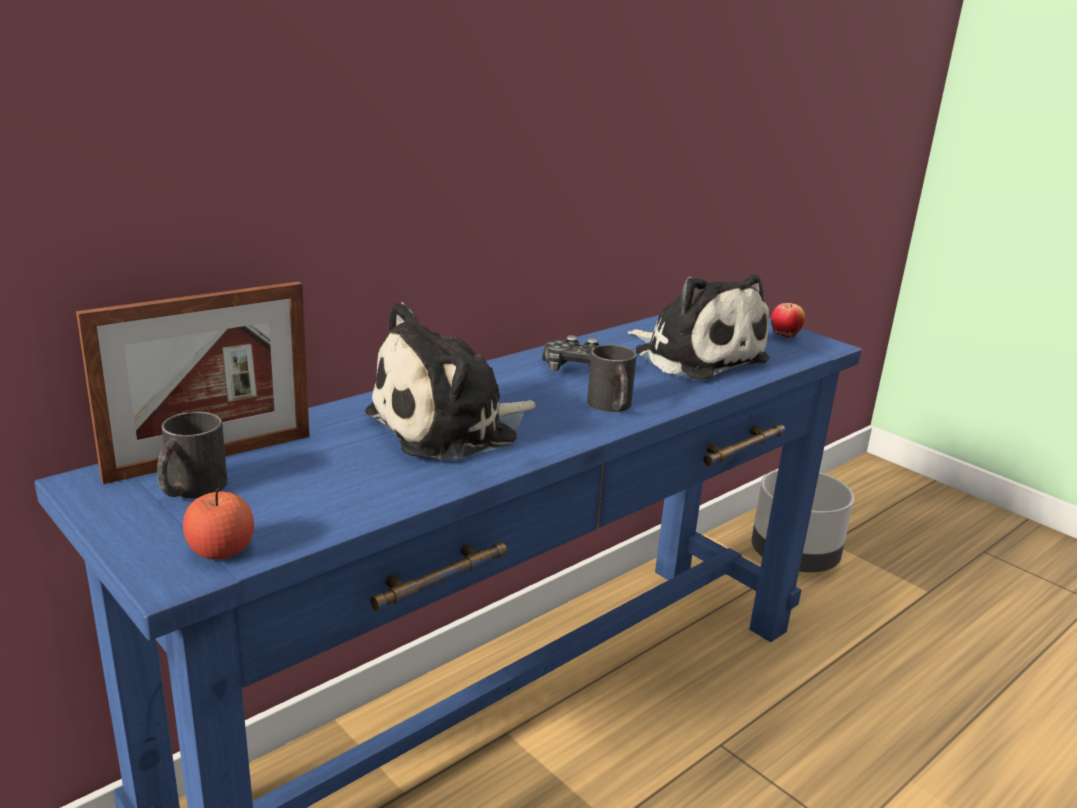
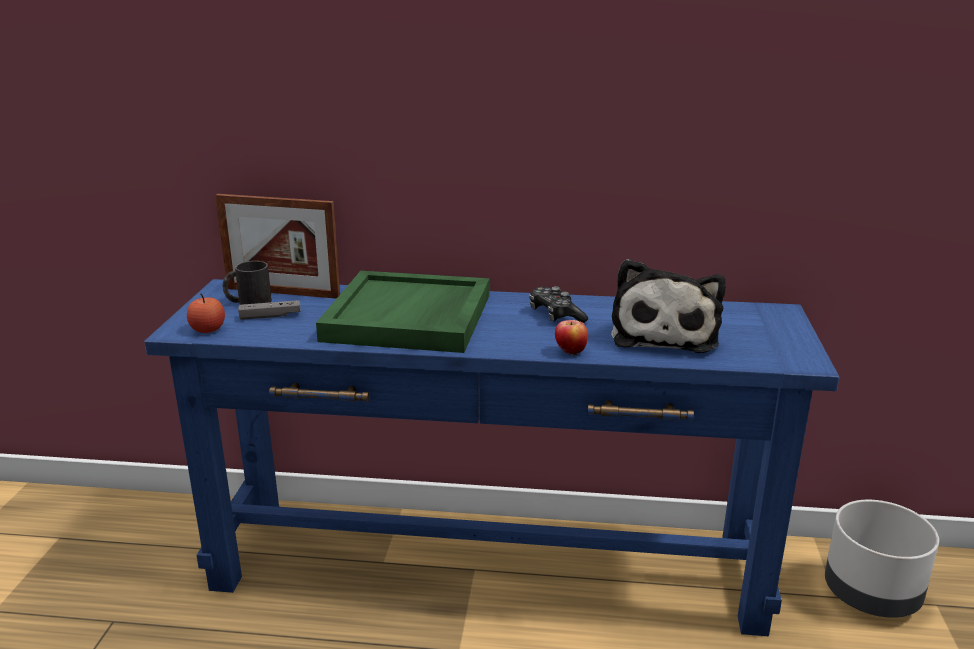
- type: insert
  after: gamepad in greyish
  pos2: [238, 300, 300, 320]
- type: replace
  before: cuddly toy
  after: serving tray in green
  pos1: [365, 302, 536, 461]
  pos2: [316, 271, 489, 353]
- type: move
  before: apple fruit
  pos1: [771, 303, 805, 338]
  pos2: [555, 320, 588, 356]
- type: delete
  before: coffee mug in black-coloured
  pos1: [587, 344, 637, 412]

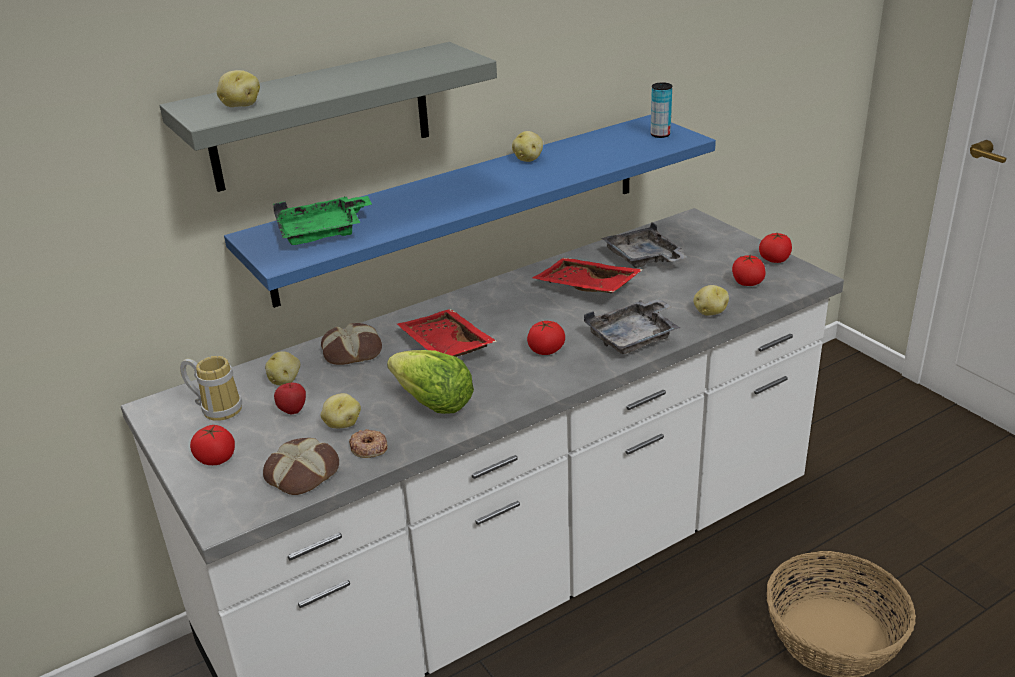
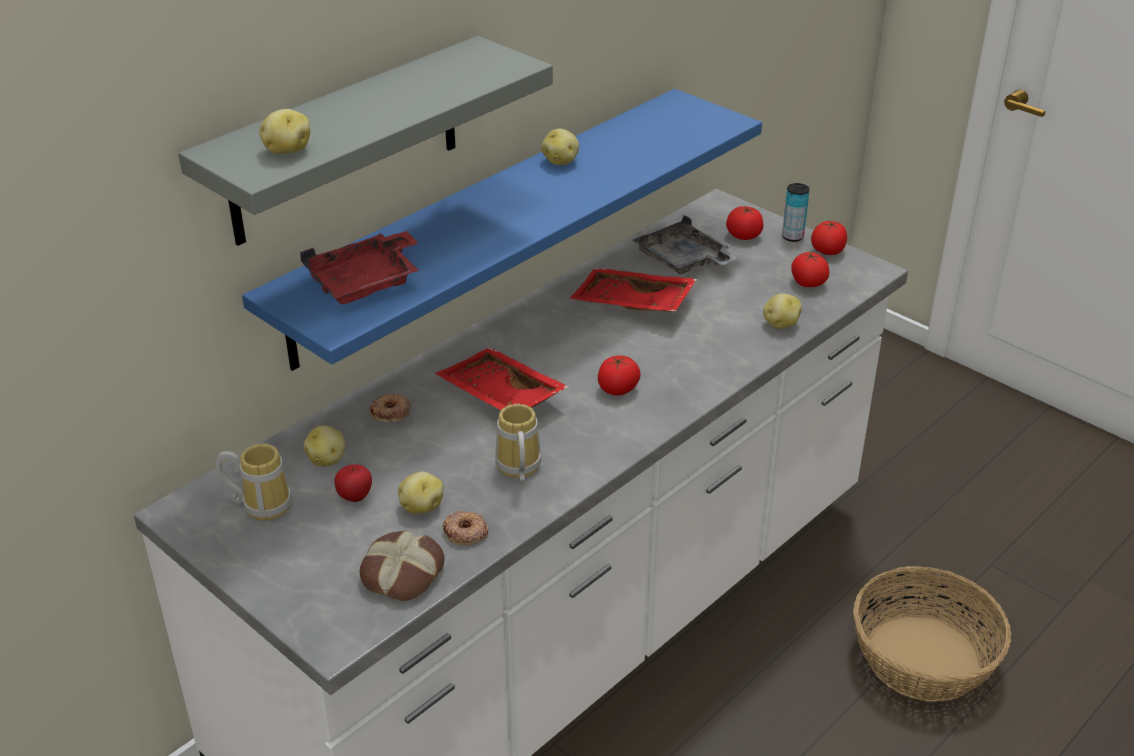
- type: recolor
  before: serving tray in green
  after: serving tray in red-coloured
  pos1: [273, 196, 372, 245]
  pos2: [300, 231, 419, 304]
- type: replace
  before: bread
  after: ring doughnut
  pos1: [321, 323, 382, 365]
  pos2: [370, 394, 411, 423]
- type: replace
  before: lettuce
  after: coffee mug
  pos1: [387, 350, 474, 414]
  pos2: [495, 404, 541, 482]
- type: move
  before: whole tomato
  pos1: [190, 425, 235, 465]
  pos2: [726, 206, 763, 240]
- type: move
  before: can
  pos1: [650, 82, 672, 138]
  pos2: [782, 183, 810, 242]
- type: delete
  before: serving tray in greyish
  pos1: [584, 298, 680, 354]

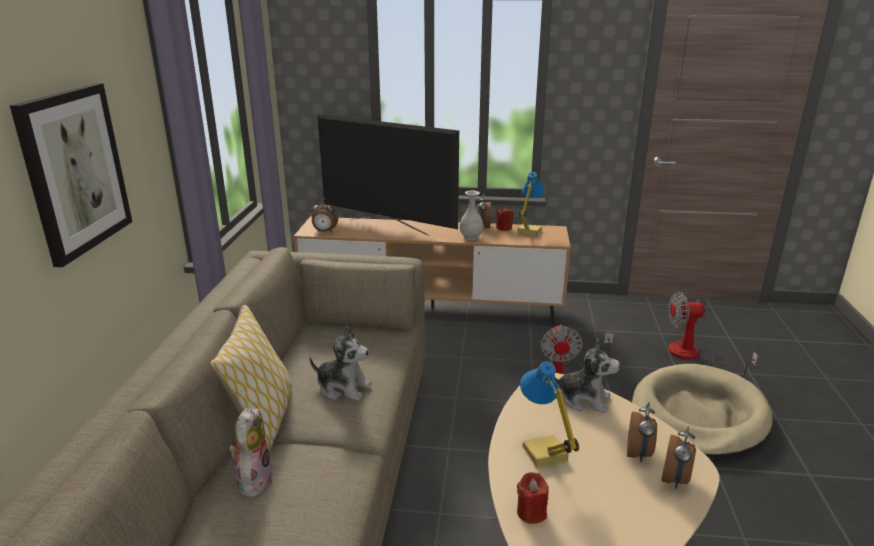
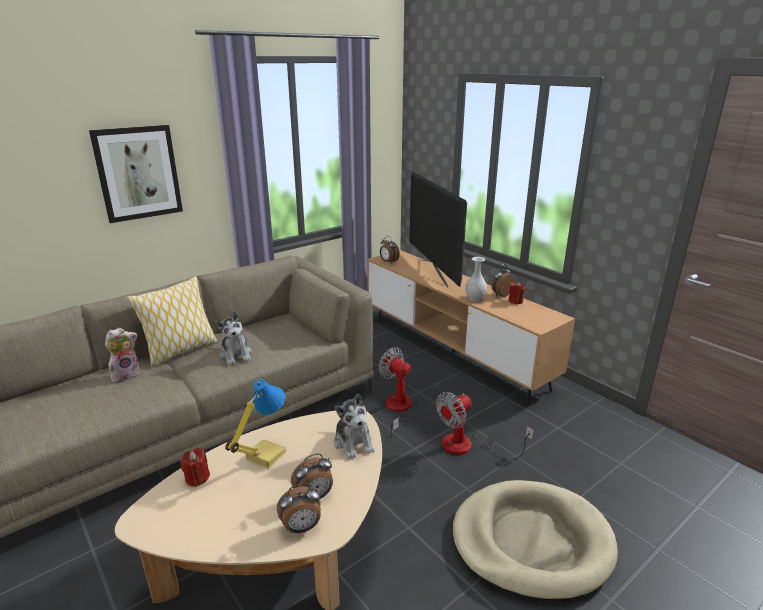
- type: move
  before: fan
  pos1: [668, 292, 758, 378]
  pos2: [379, 347, 414, 438]
- type: delete
  before: table lamp
  pos1: [517, 172, 545, 237]

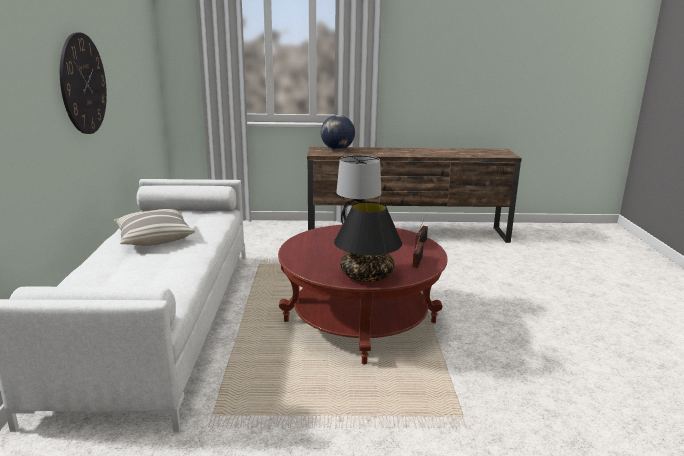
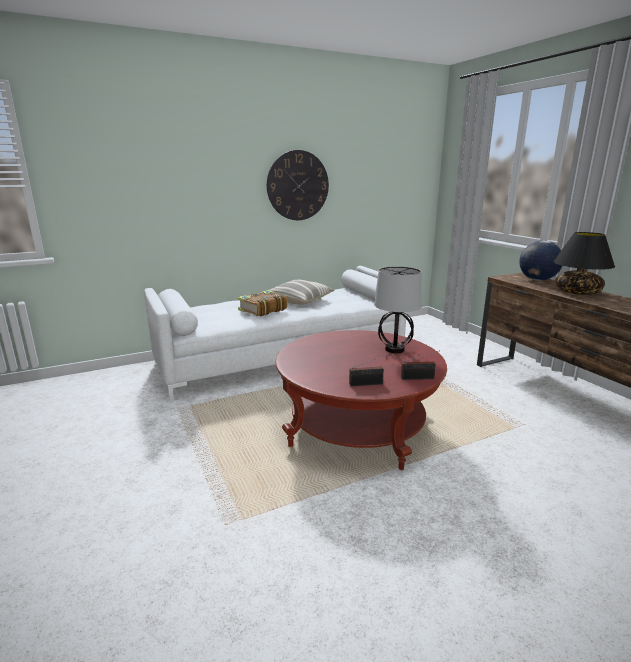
- type: insert
  after: volume
  pos2: [237, 290, 287, 317]
- type: move
  before: table lamp in black-coloured
  pos1: [334, 202, 402, 282]
  pos2: [553, 232, 615, 295]

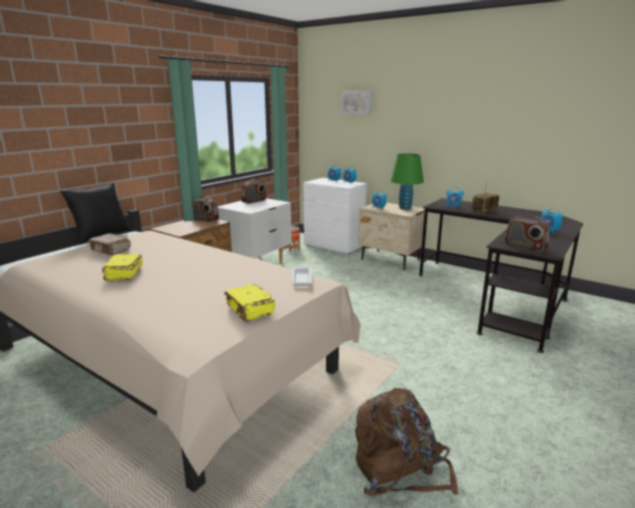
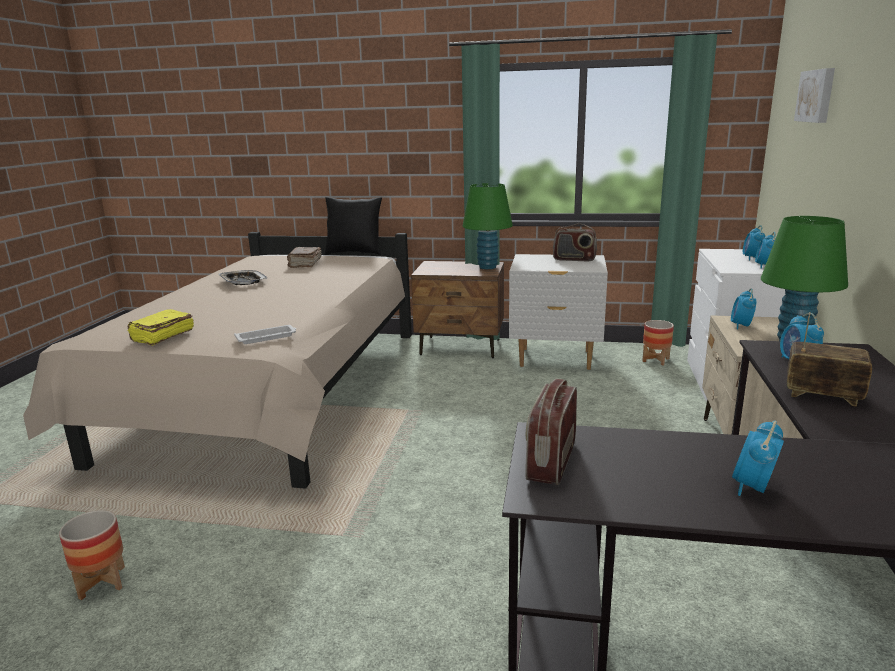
- type: replace
  before: backpack in brown-coloured
  after: plant pot
  pos1: [355, 388, 459, 496]
  pos2: [59, 510, 125, 600]
- type: replace
  before: volume in yellow-coloured
  after: serving tray
  pos1: [102, 254, 143, 281]
  pos2: [219, 270, 267, 285]
- type: replace
  before: radio receiver
  after: table lamp in green
  pos1: [192, 196, 219, 222]
  pos2: [463, 183, 513, 269]

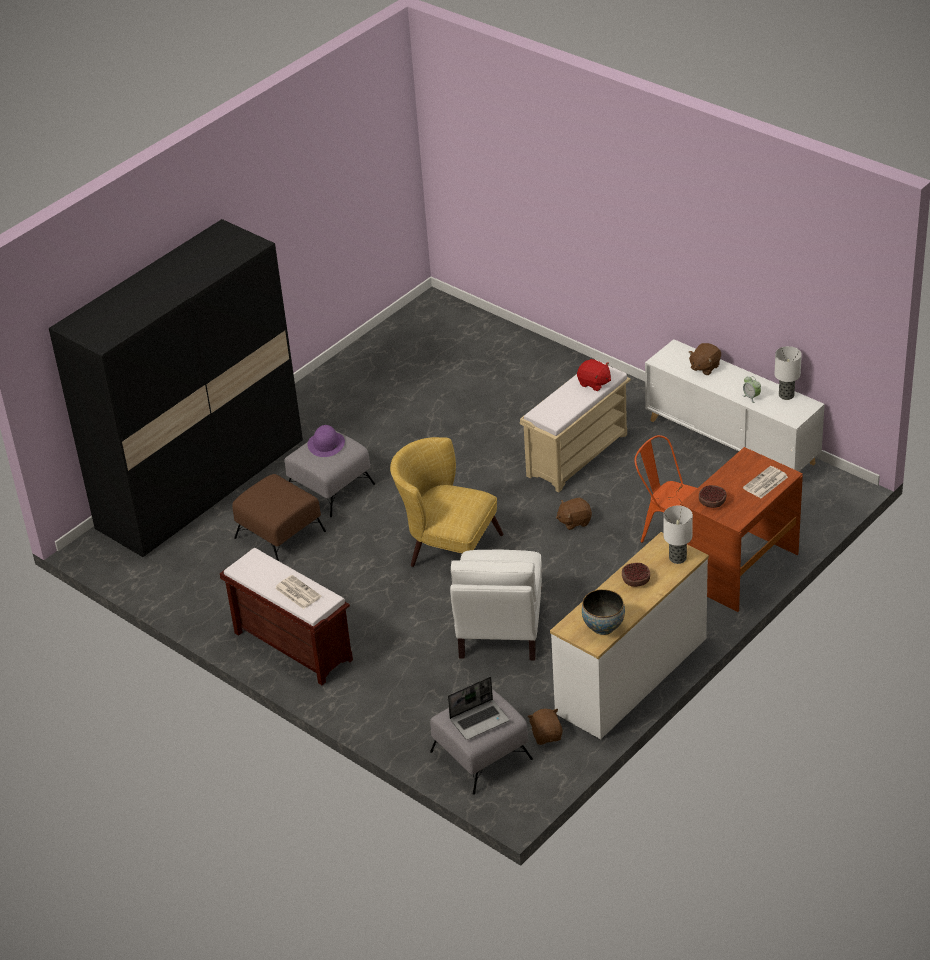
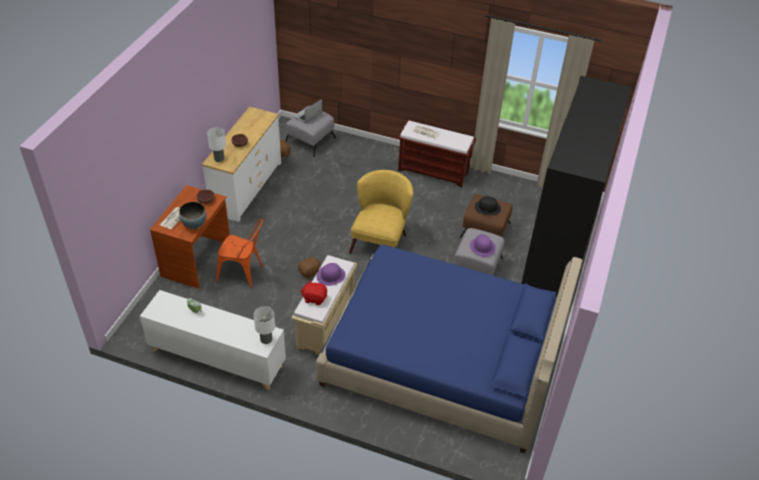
- type: move
  before: deep dish
  pos1: [582, 589, 625, 635]
  pos2: [179, 202, 206, 229]
- type: move
  before: table lamp
  pos1: [775, 346, 802, 400]
  pos2: [254, 306, 275, 344]
- type: insert
  after: sleeping bed in bluish
  pos2: [316, 245, 582, 453]
- type: insert
  after: hat in purple
  pos2: [316, 263, 346, 286]
- type: rotate
  before: armchair in yellow-coloured
  pos1: [390, 437, 504, 567]
  pos2: [349, 170, 413, 254]
  turn: -75
- type: insert
  after: hat in black-coloured
  pos2: [475, 196, 501, 215]
- type: delete
  before: armchair in white-coloured
  pos1: [450, 550, 542, 660]
- type: delete
  before: cuddly toy in brown-coloured
  pos1: [689, 343, 721, 375]

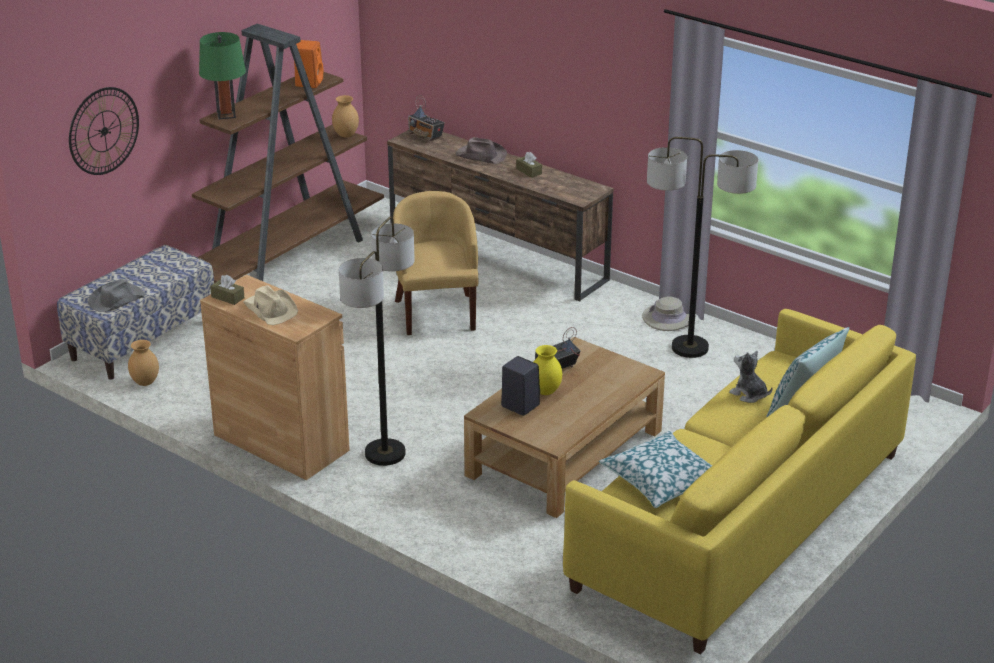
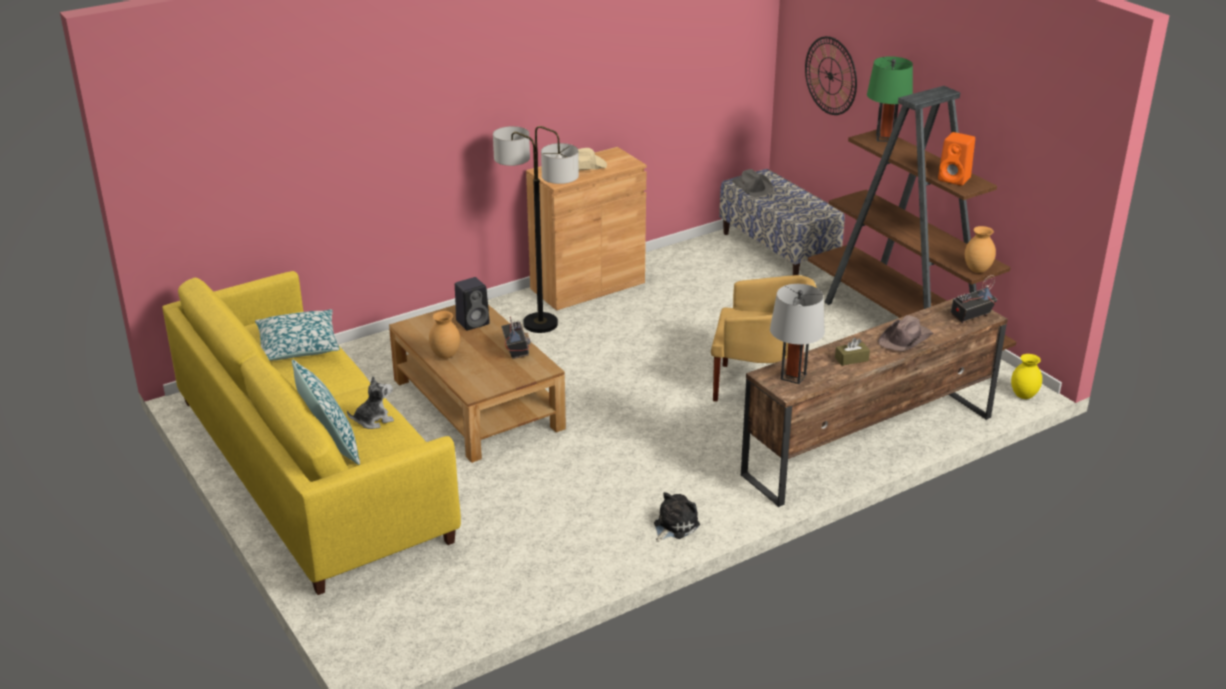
- type: move
  before: flower vase in brown-coloured
  pos1: [128, 340, 159, 386]
  pos2: [429, 311, 460, 359]
- type: replace
  before: hat in beige
  after: cuddly toy
  pos1: [642, 296, 696, 331]
  pos2: [654, 492, 700, 542]
- type: insert
  after: table lamp in greyish
  pos2: [770, 284, 825, 384]
- type: move
  before: flower vase in yellow-coloured
  pos1: [534, 345, 562, 395]
  pos2: [1011, 354, 1042, 399]
- type: delete
  before: box of tissues in brown-coloured
  pos1: [210, 275, 244, 305]
- type: delete
  before: floor lamp
  pos1: [647, 137, 758, 358]

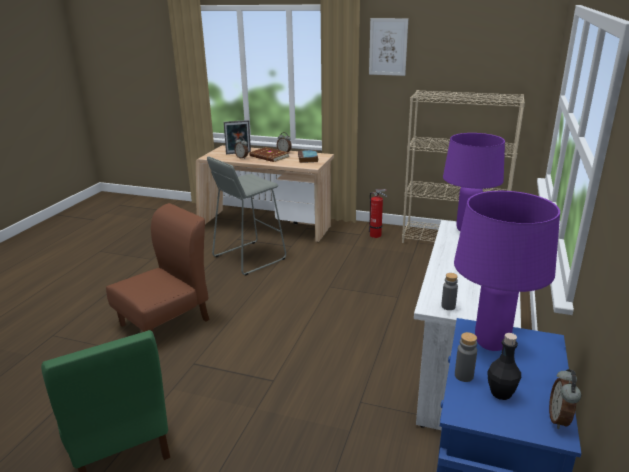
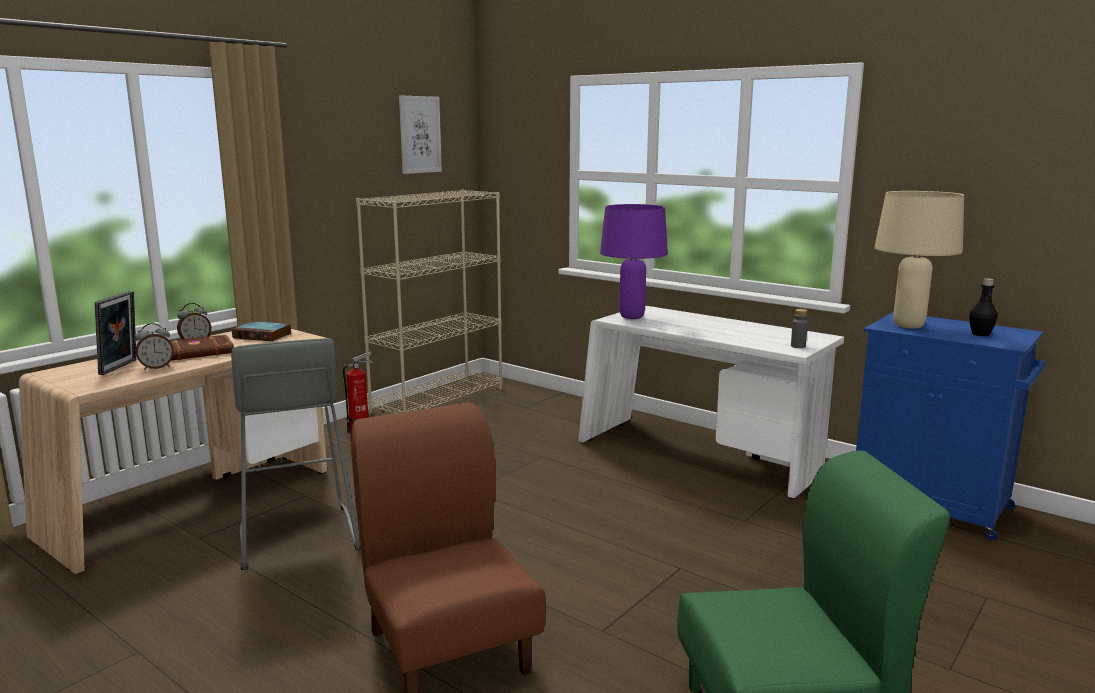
- type: move
  before: wall picture
  pos1: [369, 18, 408, 76]
  pos2: [399, 95, 442, 174]
- type: recolor
  before: table lamp in purple
  after: table lamp in beige
  pos1: [454, 191, 560, 351]
  pos2: [874, 191, 964, 329]
- type: delete
  before: beverage bottle in greyish
  pos1: [455, 332, 477, 382]
- type: delete
  before: table clock
  pos1: [549, 369, 581, 429]

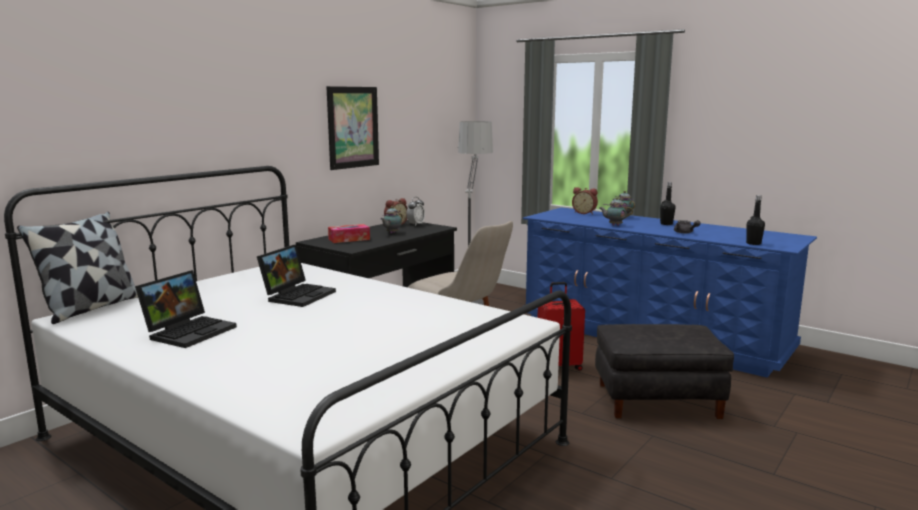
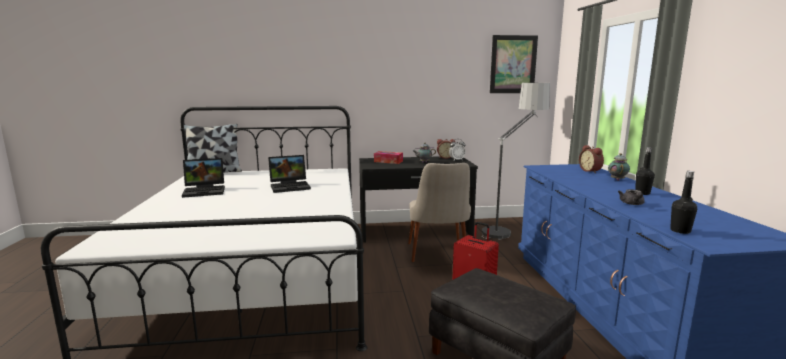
- type: move
  before: wall picture
  pos1: [326, 86, 379, 170]
  pos2: [490, 35, 538, 93]
- type: delete
  before: pot for tea
  pos1: [599, 198, 633, 226]

